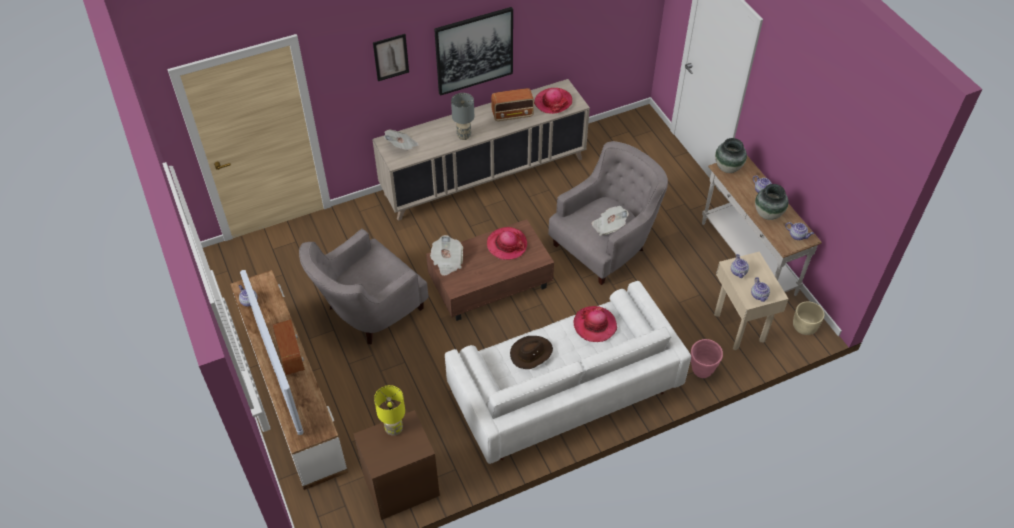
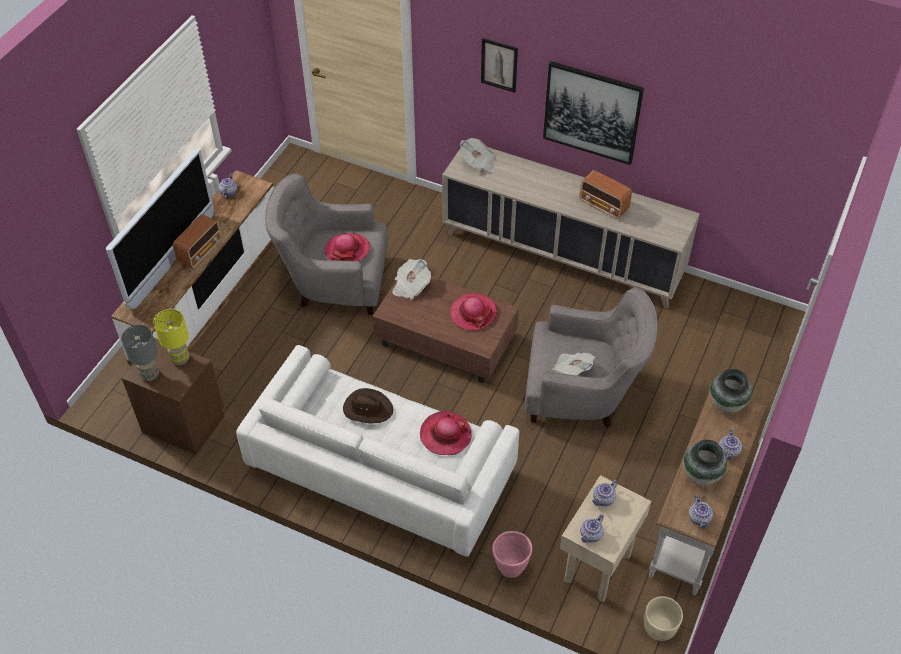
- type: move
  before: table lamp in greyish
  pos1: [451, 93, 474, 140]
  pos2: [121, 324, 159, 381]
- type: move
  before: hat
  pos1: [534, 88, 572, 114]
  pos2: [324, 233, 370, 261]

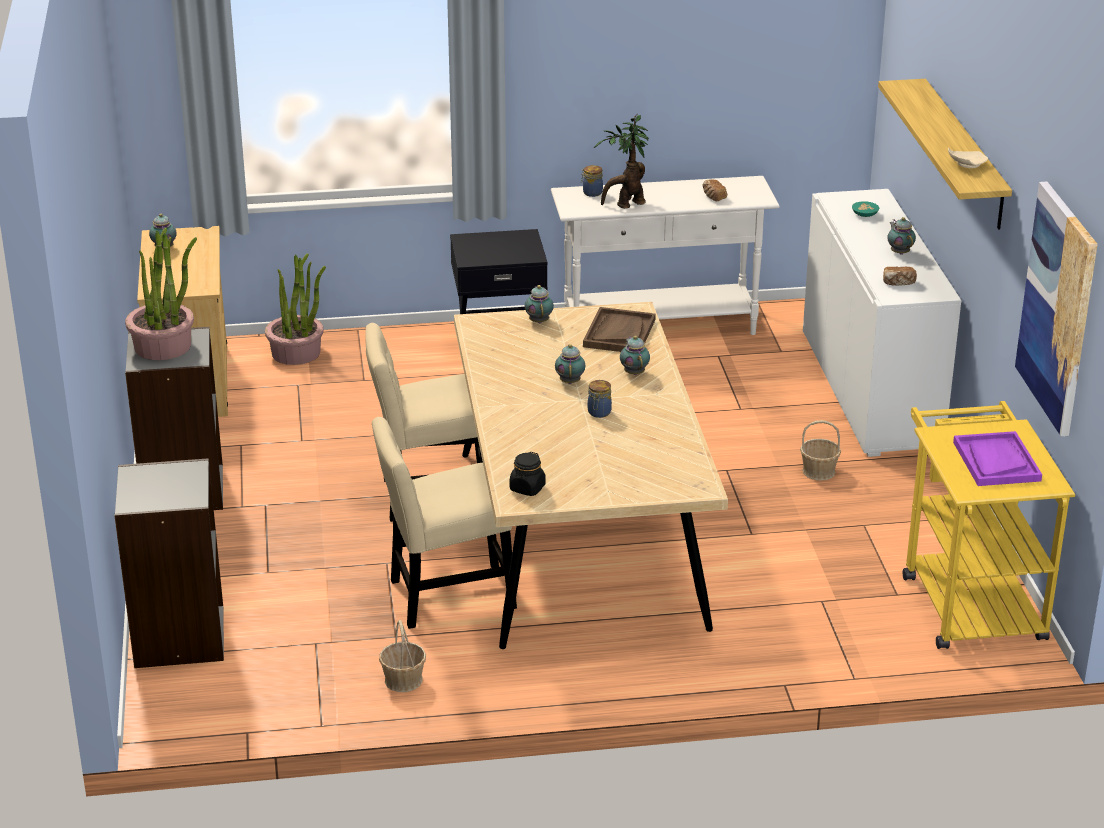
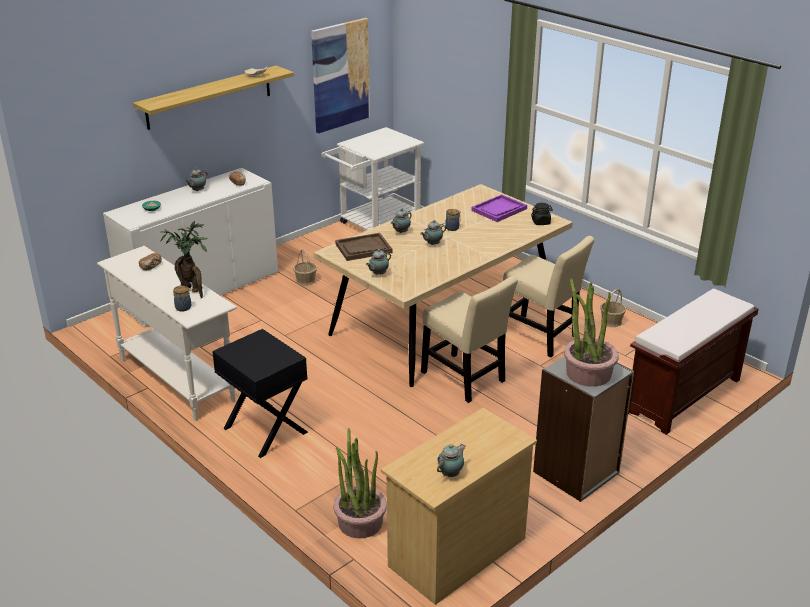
- type: recolor
  before: cart in yellow-coloured
  after: cart in white-coloured
  pos1: [903, 401, 1075, 649]
  pos2: [321, 127, 424, 230]
- type: move
  before: serving tray in purple
  pos1: [953, 431, 1042, 486]
  pos2: [471, 194, 527, 222]
- type: replace
  before: shelving unit in greyish
  after: bench in brown-coloured
  pos1: [114, 458, 224, 668]
  pos2: [628, 289, 759, 435]

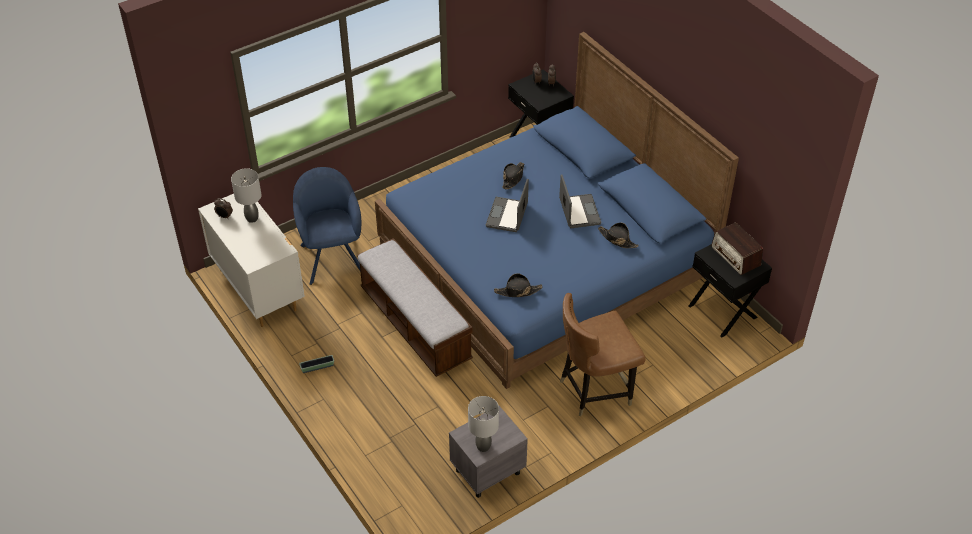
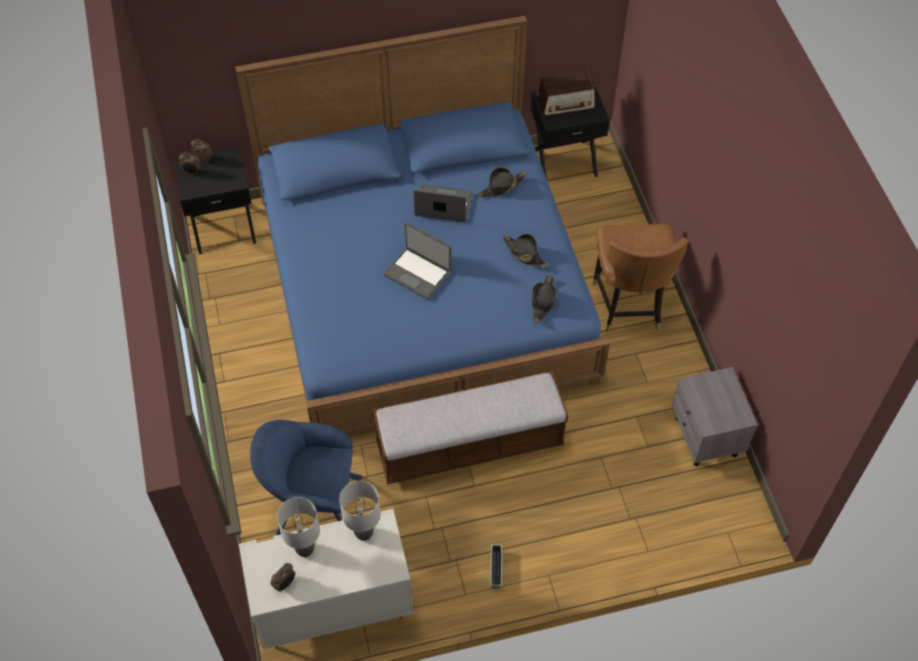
- type: move
  before: table lamp in greyish
  pos1: [468, 396, 499, 452]
  pos2: [339, 481, 381, 541]
- type: move
  before: hat in black-coloured
  pos1: [502, 162, 524, 189]
  pos2: [502, 234, 548, 268]

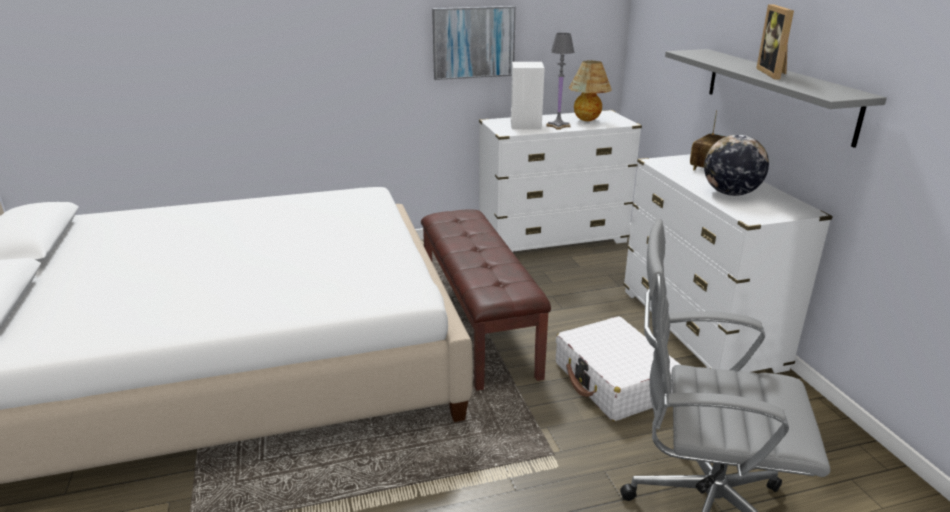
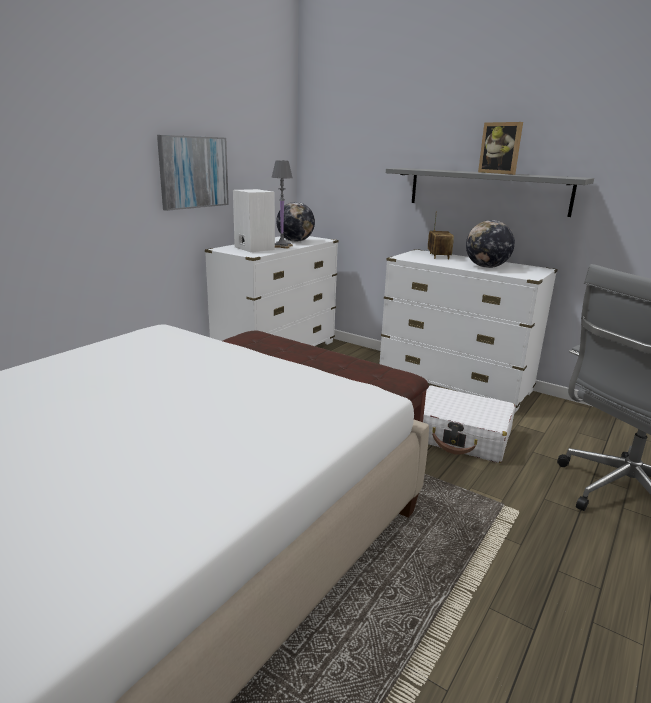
- type: replace
  before: table lamp
  after: globe
  pos1: [569, 61, 612, 121]
  pos2: [276, 202, 315, 242]

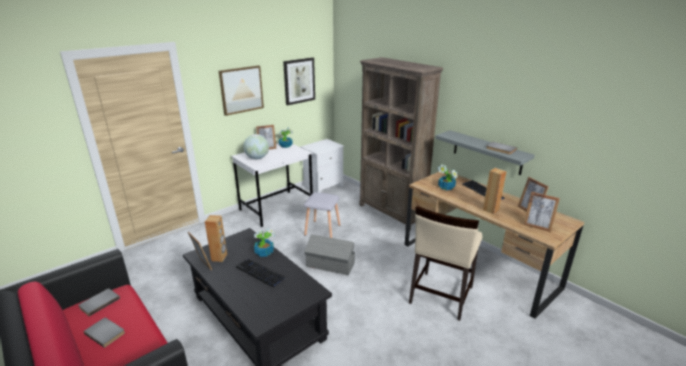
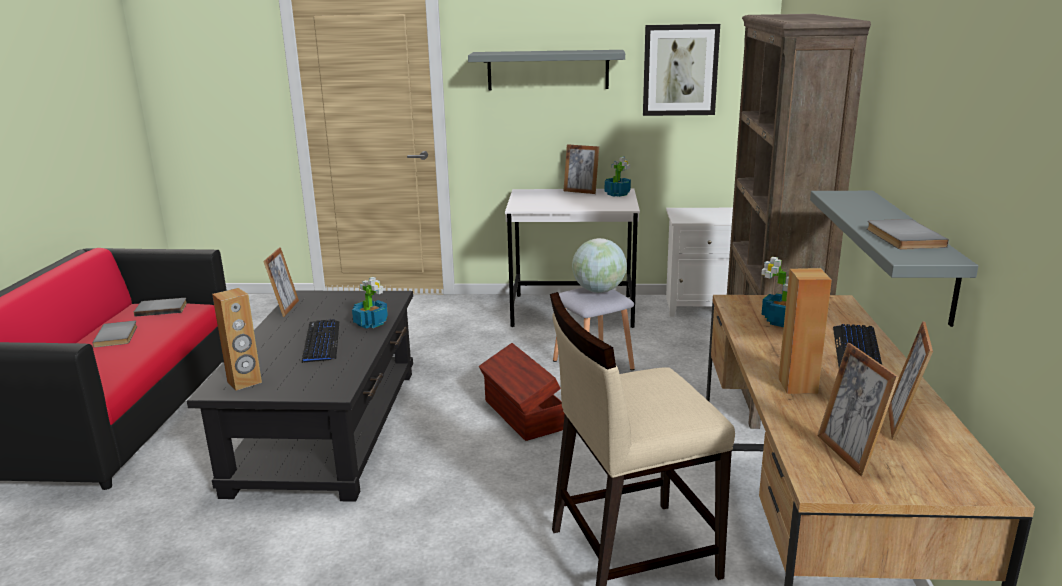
- type: move
  before: audio speaker in brown-coloured
  pos1: [205, 215, 227, 262]
  pos2: [212, 288, 262, 391]
- type: replace
  before: wall picture
  after: shelf in greyish
  pos1: [219, 65, 264, 116]
  pos2: [468, 50, 625, 91]
- type: recolor
  before: storage box in greyish
  after: storage box in brown-coloured
  pos1: [304, 234, 355, 275]
  pos2: [479, 343, 564, 441]
- type: move
  before: globe
  pos1: [243, 134, 269, 159]
  pos2: [572, 238, 627, 293]

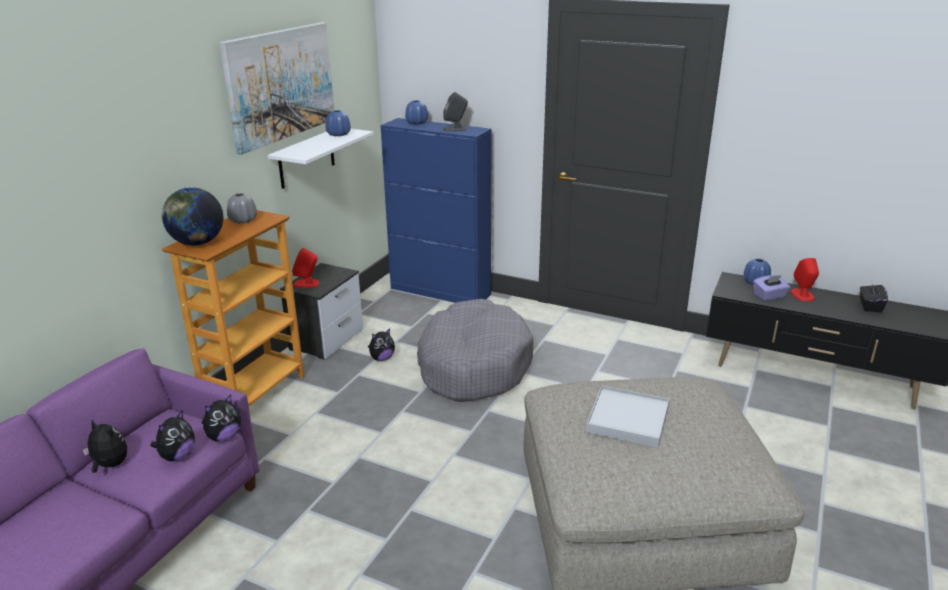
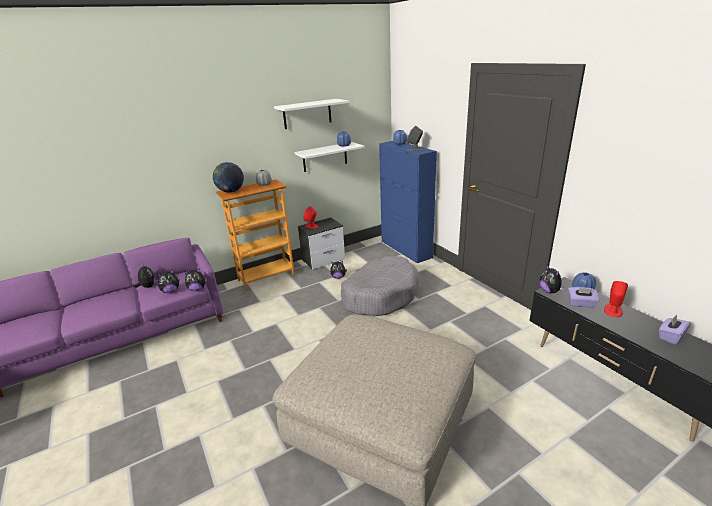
- type: replace
  before: wall picture
  after: shelf in white-coloured
  pos1: [219, 22, 334, 155]
  pos2: [274, 99, 349, 129]
- type: insert
  after: cuddly toy
  pos2: [539, 265, 565, 293]
- type: recolor
  before: box of tissues in black-coloured
  after: box of tissues in purple
  pos1: [860, 283, 888, 313]
  pos2: [659, 315, 691, 345]
- type: delete
  before: serving tray in white-coloured
  pos1: [586, 386, 669, 448]

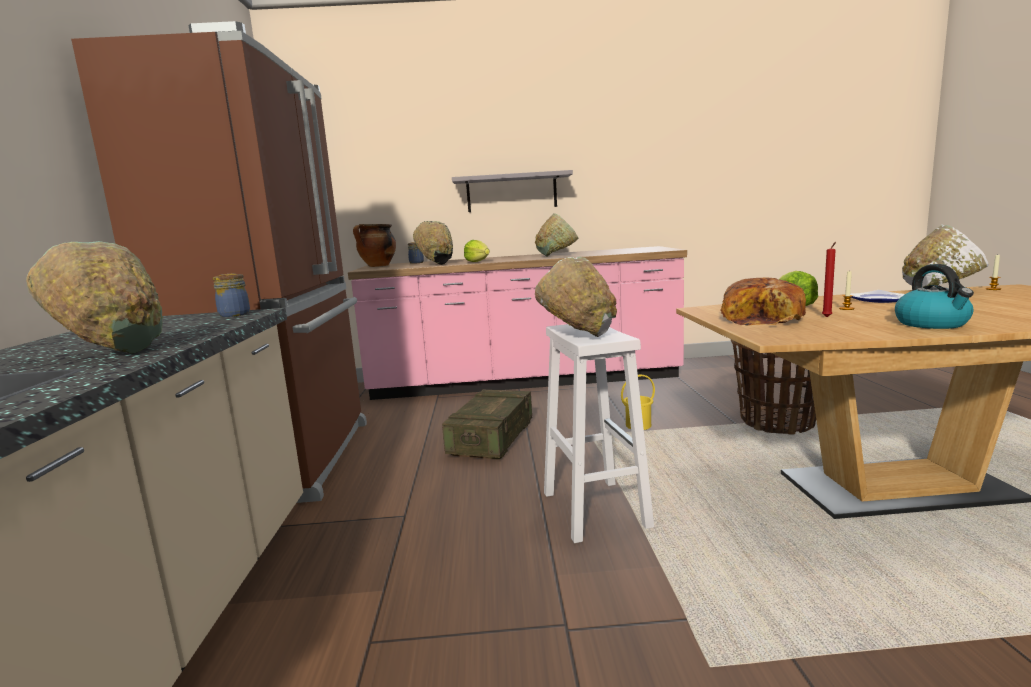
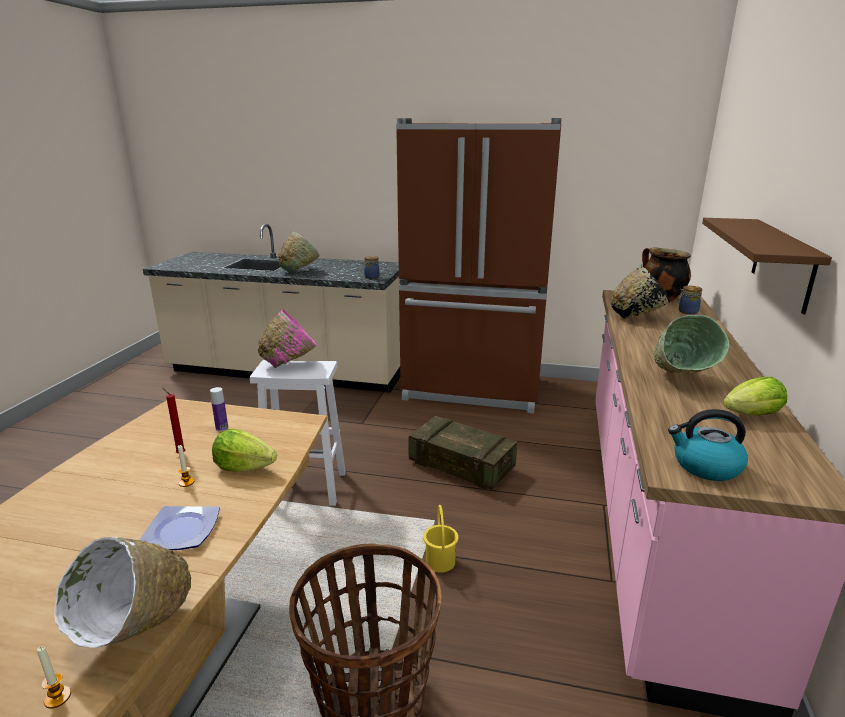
- type: replace
  before: bread
  after: beverage bottle
  pos1: [720, 278, 806, 326]
  pos2: [210, 387, 228, 432]
- type: recolor
  before: deep dish in white-coloured
  after: deep dish in pink
  pos1: [535, 257, 617, 337]
  pos2: [258, 309, 317, 368]
- type: move
  before: tea kettle
  pos1: [895, 264, 974, 329]
  pos2: [668, 409, 748, 481]
- type: recolor
  before: shelf in greyish
  after: shelf in brown-coloured
  pos1: [452, 170, 573, 212]
  pos2: [702, 218, 832, 314]
- type: move
  before: lettuce
  pos1: [464, 240, 490, 262]
  pos2: [723, 377, 787, 415]

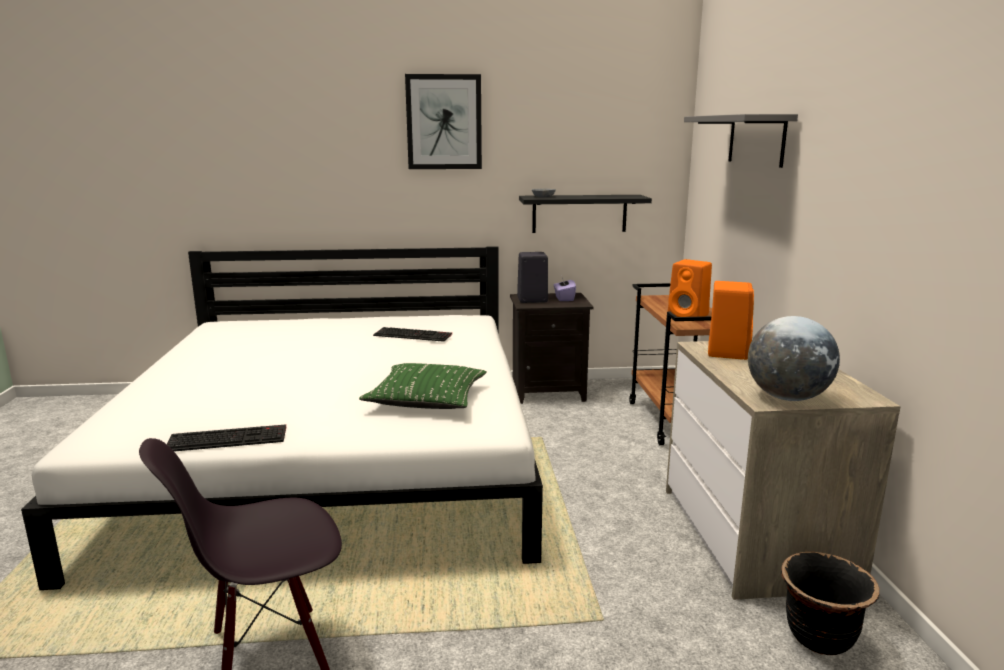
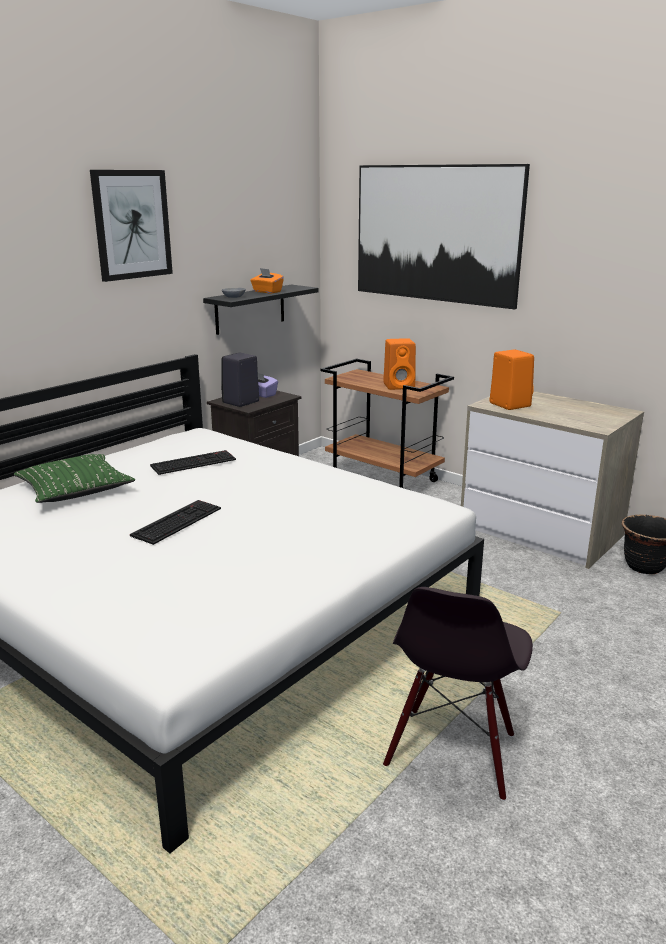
- type: move
  before: pillow in green
  pos1: [359, 363, 487, 409]
  pos2: [14, 454, 135, 503]
- type: move
  before: computer keyboard
  pos1: [167, 424, 286, 452]
  pos2: [130, 500, 221, 545]
- type: insert
  after: box of tissues in orange
  pos2: [250, 268, 284, 293]
- type: replace
  before: shelf in greyish
  after: wall picture
  pos1: [684, 114, 798, 168]
  pos2: [358, 164, 530, 309]
- type: delete
  before: globe
  pos1: [748, 316, 840, 401]

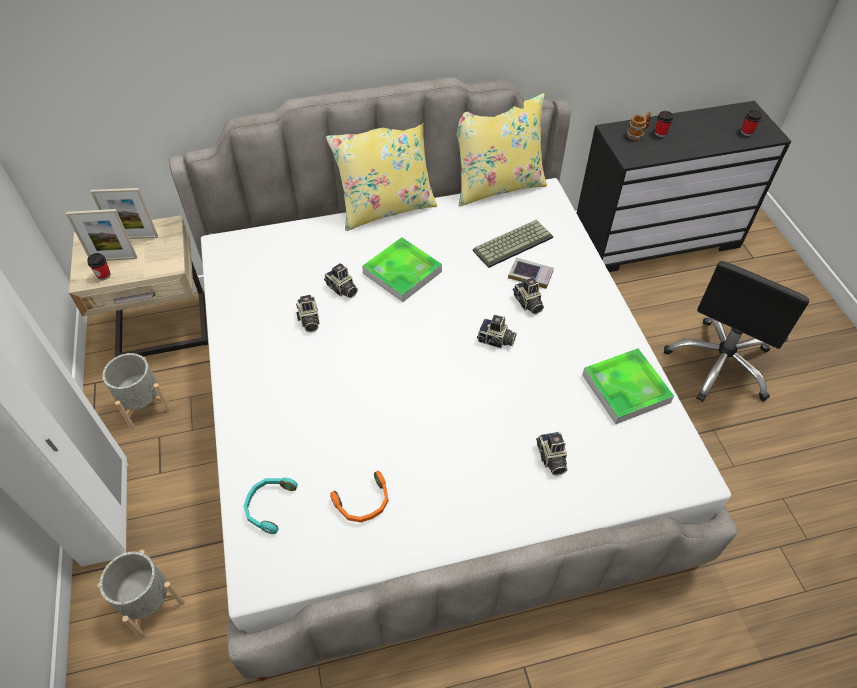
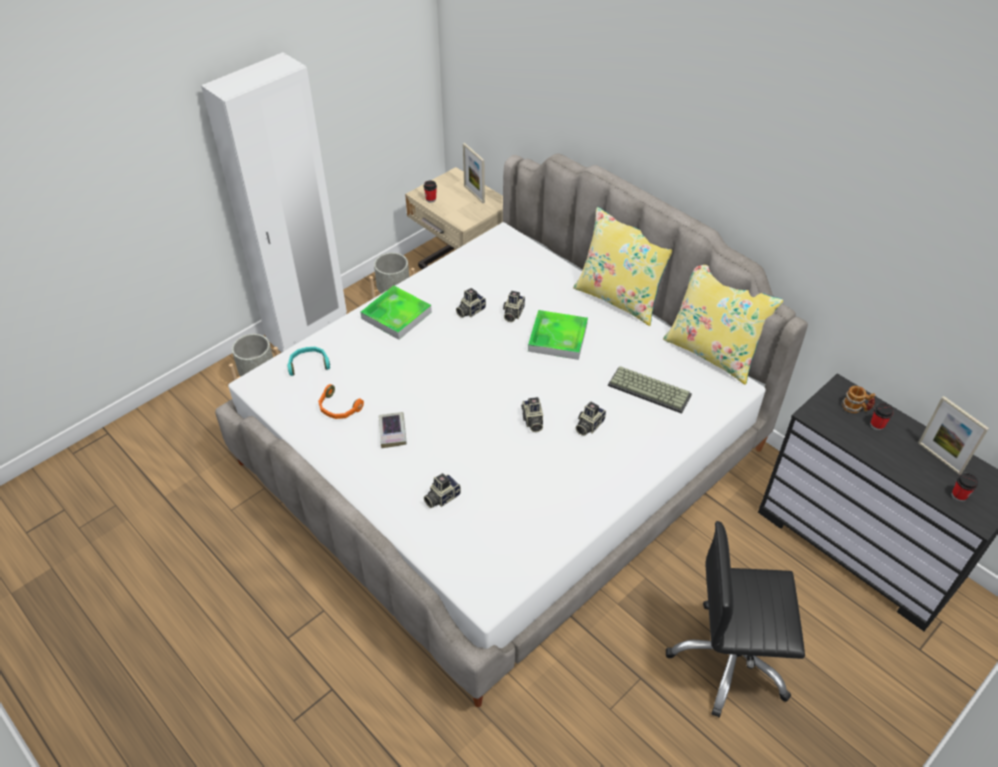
- type: move
  before: serving tray
  pos1: [582, 348, 674, 424]
  pos2: [361, 286, 432, 340]
- type: move
  before: volume
  pos1: [508, 258, 554, 289]
  pos2: [379, 412, 407, 448]
- type: move
  before: picture frame
  pos1: [66, 209, 137, 261]
  pos2: [918, 396, 989, 475]

